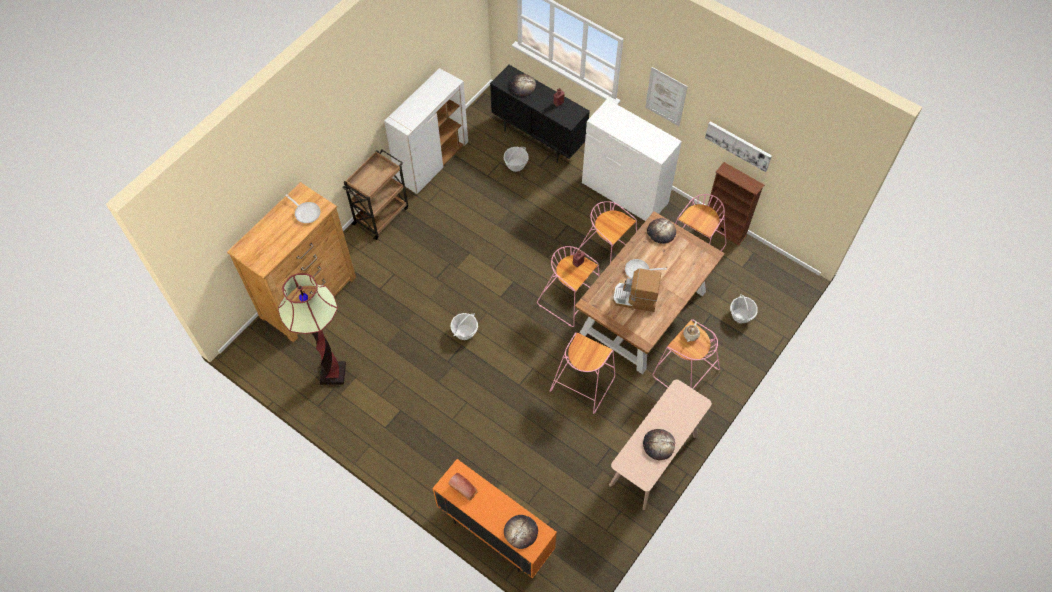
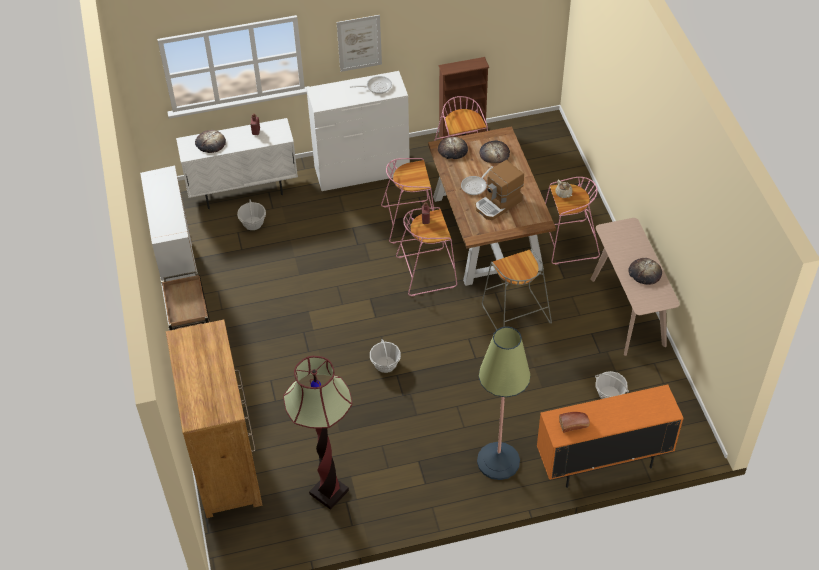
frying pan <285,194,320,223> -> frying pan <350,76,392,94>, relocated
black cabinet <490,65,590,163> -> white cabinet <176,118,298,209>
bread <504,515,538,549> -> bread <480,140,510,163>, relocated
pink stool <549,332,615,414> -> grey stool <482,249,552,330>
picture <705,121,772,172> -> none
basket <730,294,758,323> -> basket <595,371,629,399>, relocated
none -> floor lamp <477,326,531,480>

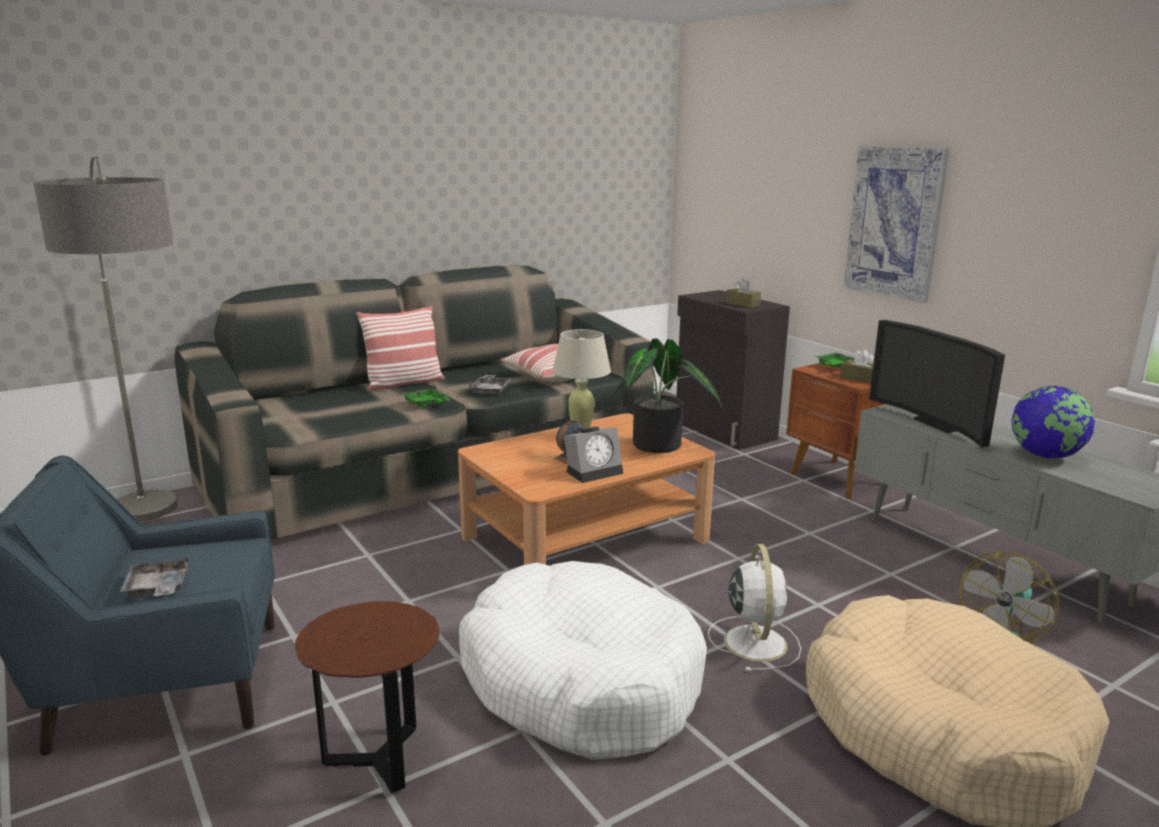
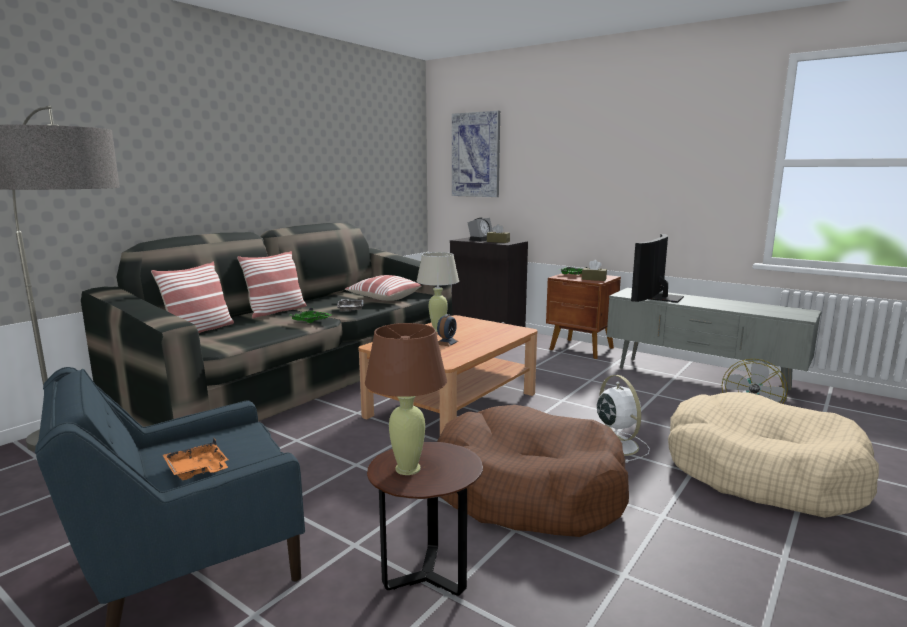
grey tray <120,555,188,598> -> orange tray <163,438,228,480>
white dog bed <459,561,707,760> -> brown dog bed <437,405,629,537>
alarm clock <564,427,623,483> -> alarm clock <467,217,493,242>, relocated
potted plant <615,338,723,453> -> none
picture <843,145,950,303> -> picture <452,111,500,197>, relocated
television <869,320,1005,447> -> television <631,234,684,303>, 75 degrees clockwise
globe <1011,386,1095,459> -> none
none -> pillow <151,262,234,333>
none -> brown table lamp <365,323,447,475>

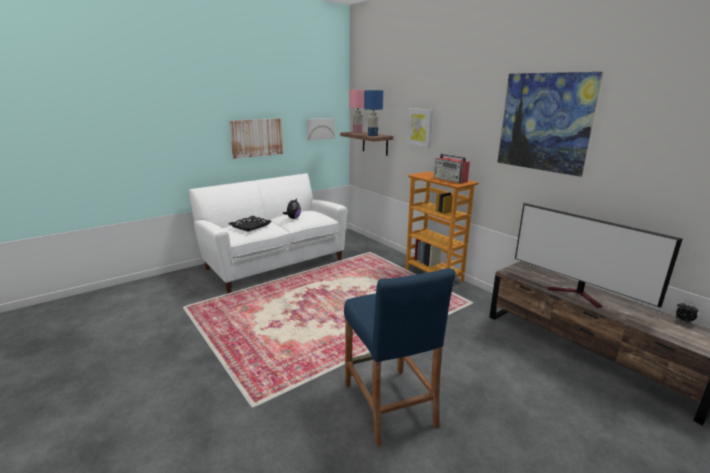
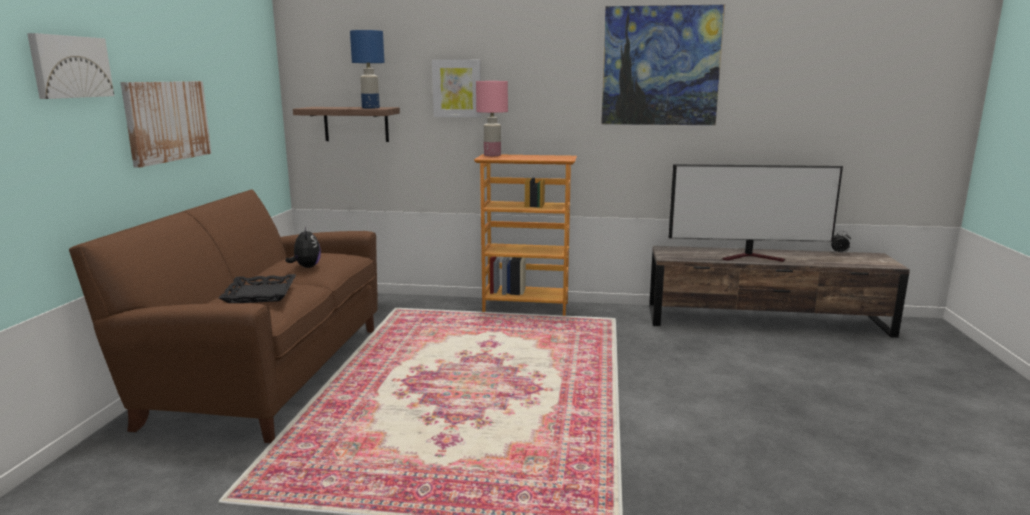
white sofa <188,173,347,293> -> brown sofa <69,189,378,443>
picture <307,118,335,141> -> picture <27,33,114,99>, relocated
blue stool <344,268,456,446> -> none
pink table lamp <349,90,364,133> -> pink table lamp <476,81,508,156>, relocated
radio <434,154,470,184> -> none

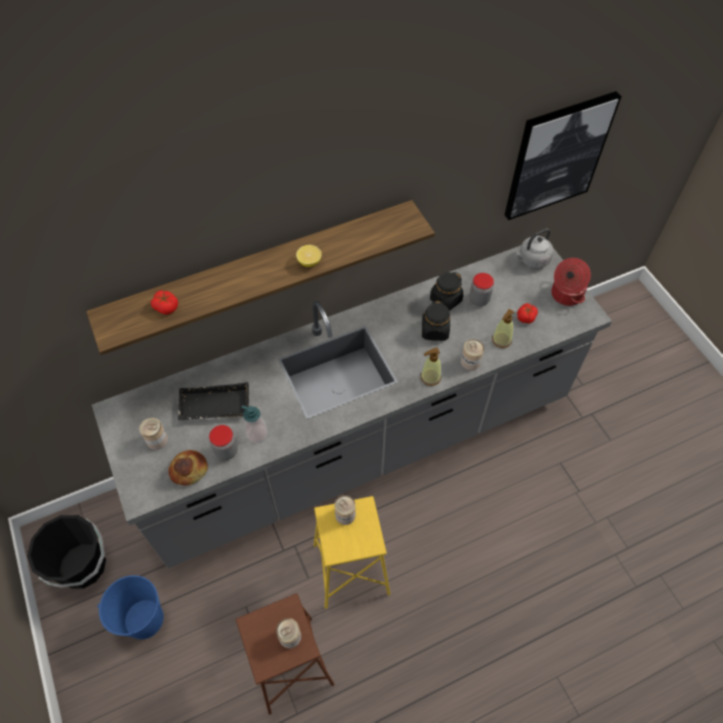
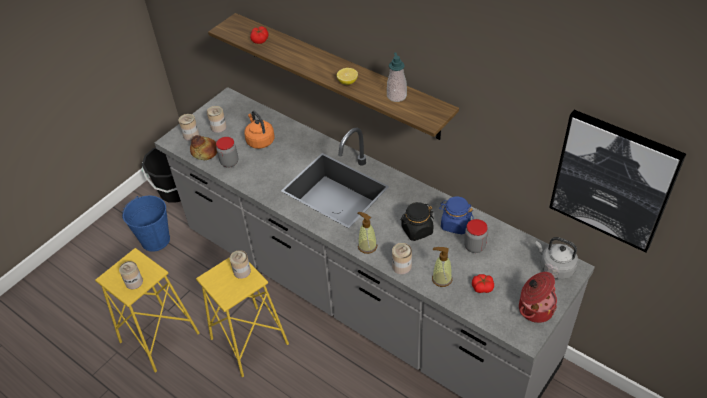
black tray <178,382,249,421> -> orange kettle <244,111,275,149>
brown stool <236,593,335,715> -> yellow stool <95,248,200,372>
soap dispenser <241,405,268,443> -> soap dispenser <387,52,407,102>, relocated
black jar <430,272,463,311> -> blue jar <439,196,474,234>
none -> can <178,114,199,141>

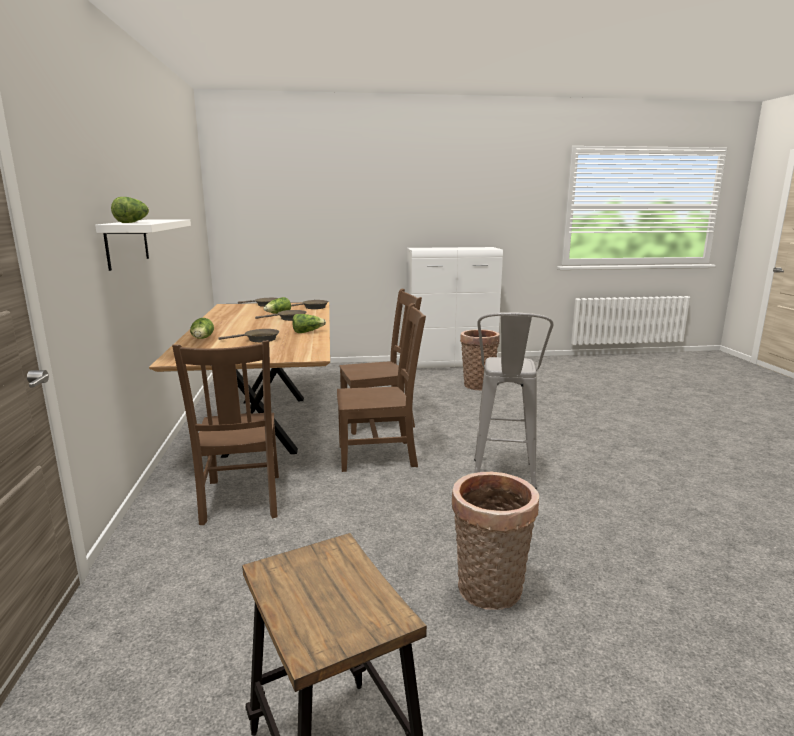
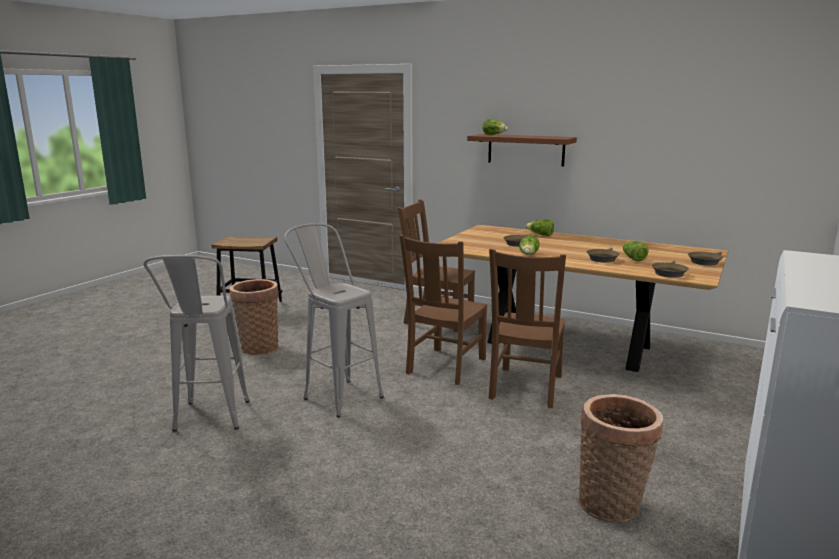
white shelf <95,219,191,271> -> brown shelf <467,134,577,167>
none -> grey stool <144,255,249,432>

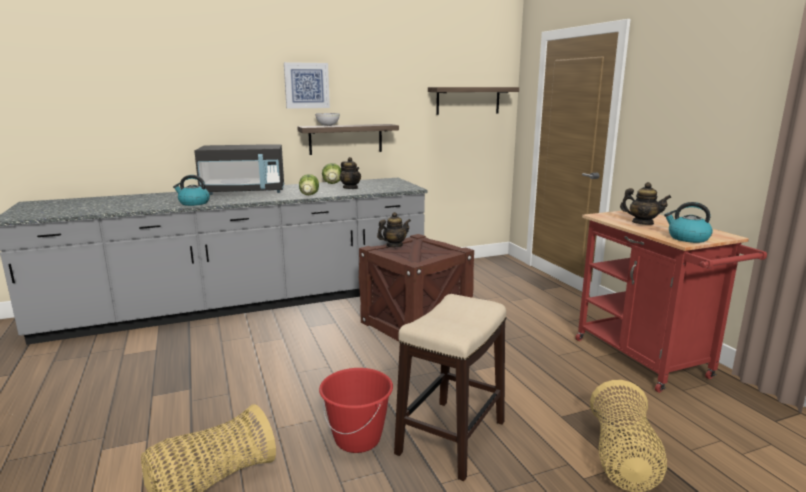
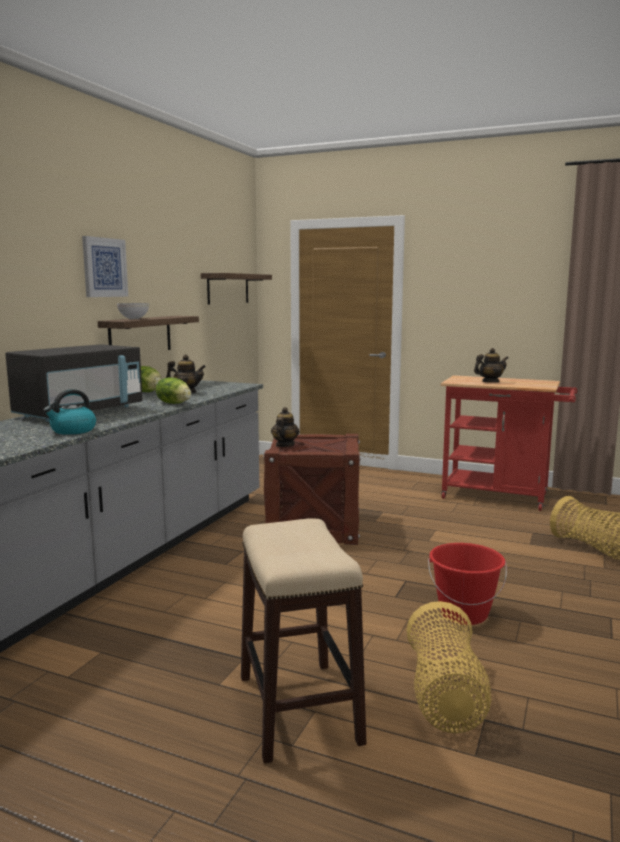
stool <394,294,507,481> -> stool <241,518,367,763>, relocated
kettle <664,202,713,243> -> none

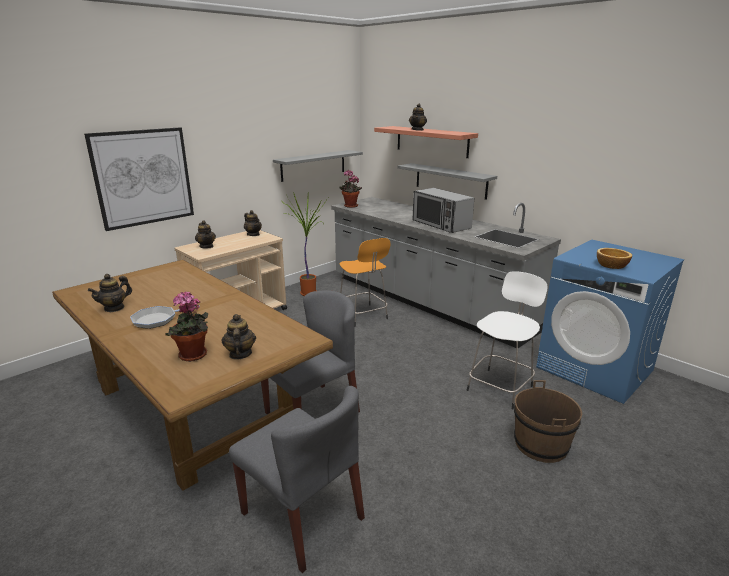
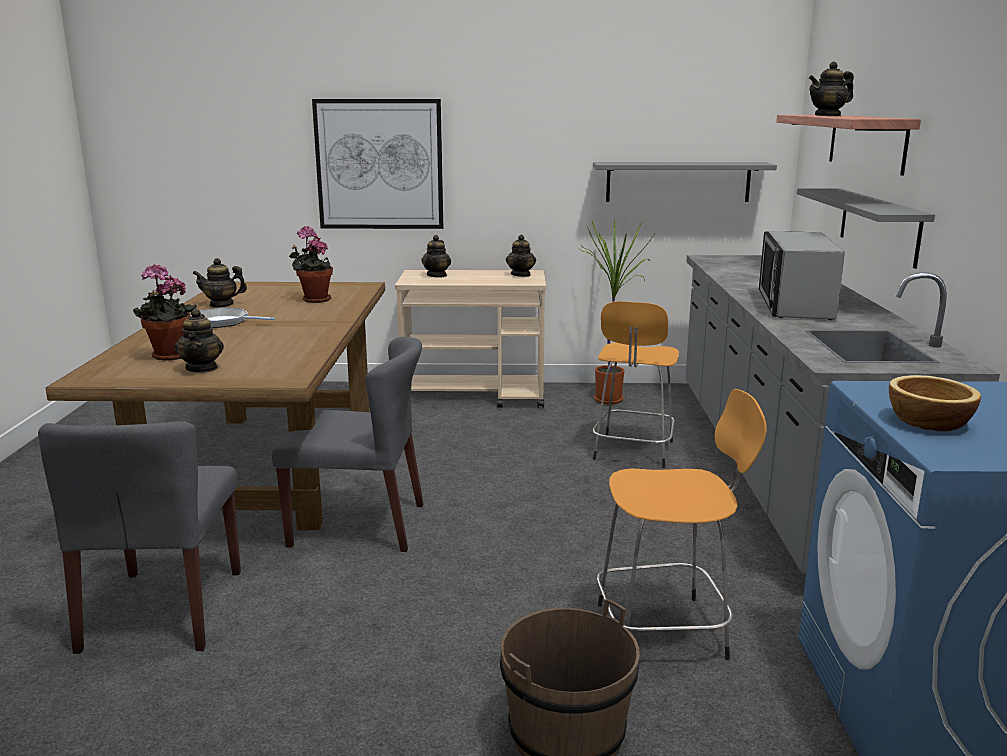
teapot <221,314,256,360> -> teapot <175,309,224,373>, 135 degrees clockwise
potted plant <339,170,362,208> -> potted plant <289,226,333,303>, relocated
white stool <467,271,548,409> -> orange stool <597,389,767,660>

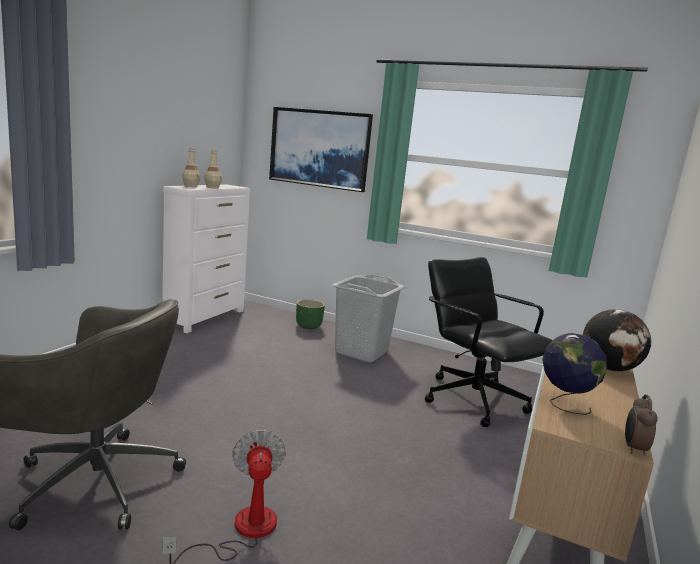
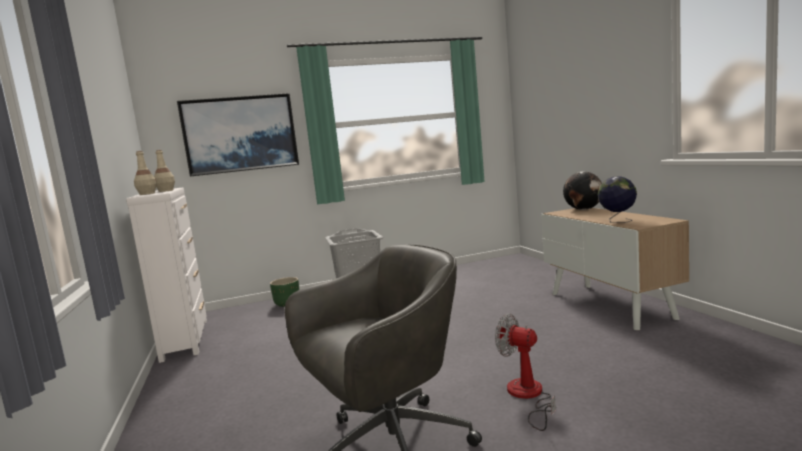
black office chair <425,257,553,427> -> none
alarm clock <625,394,658,455> -> none

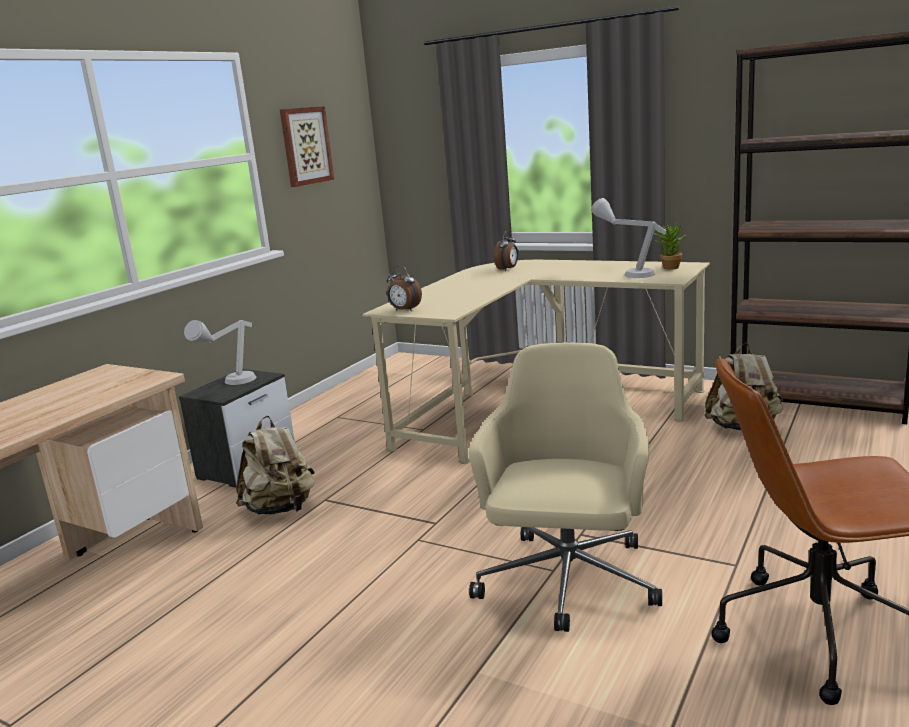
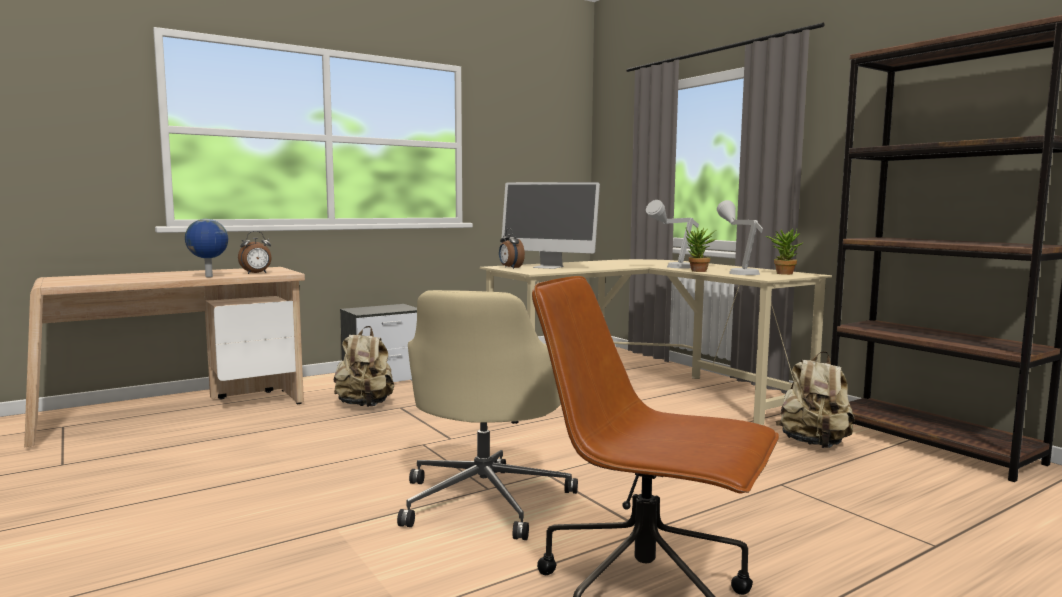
grey table lamp <184,320,256,385> -> grey table lamp <646,200,699,268>, relocated
picture <280,106,334,187> -> none
beige office chair <468,342,662,632> -> beige office chair <397,290,578,540>, 150 degrees clockwise
alarm clock <494,231,518,271> -> alarm clock <238,231,272,274>, relocated
none -> globe <185,219,228,277>
none -> monitor <502,182,600,269>
none -> potted plant <686,227,716,272>

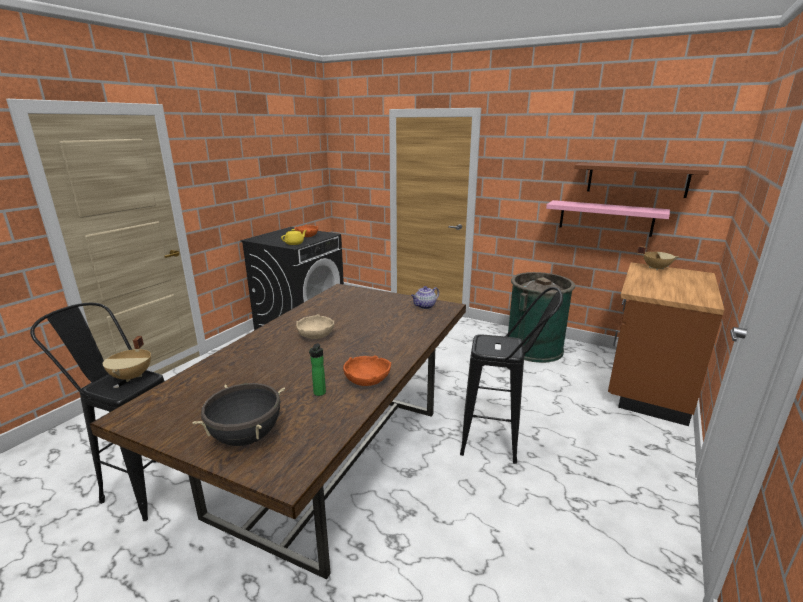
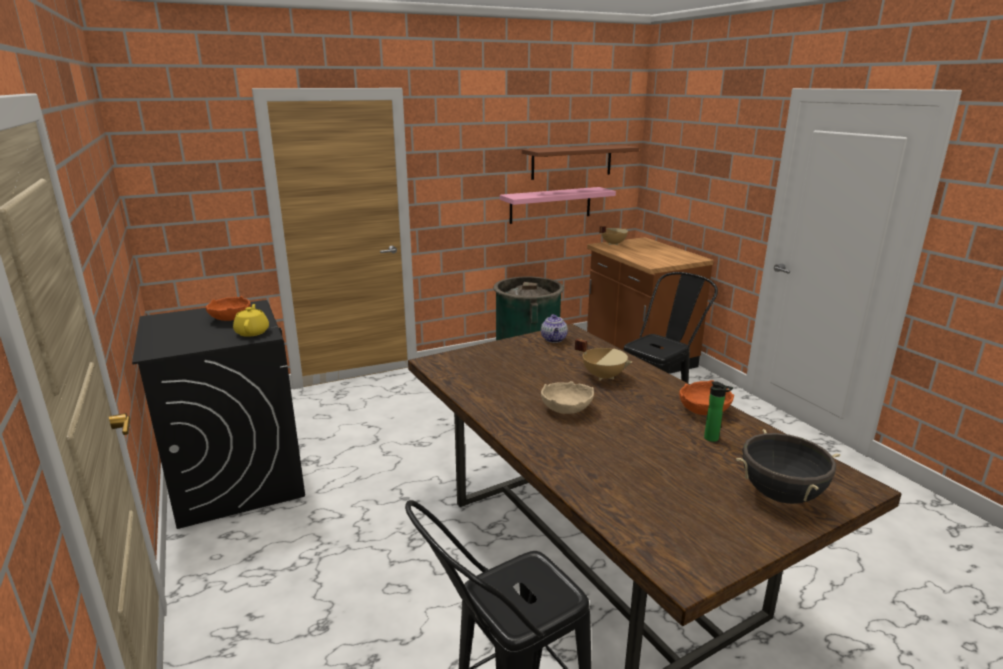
beige cooking pot <103,336,151,382> -> beige cooking pot <575,339,632,381>, relocated

